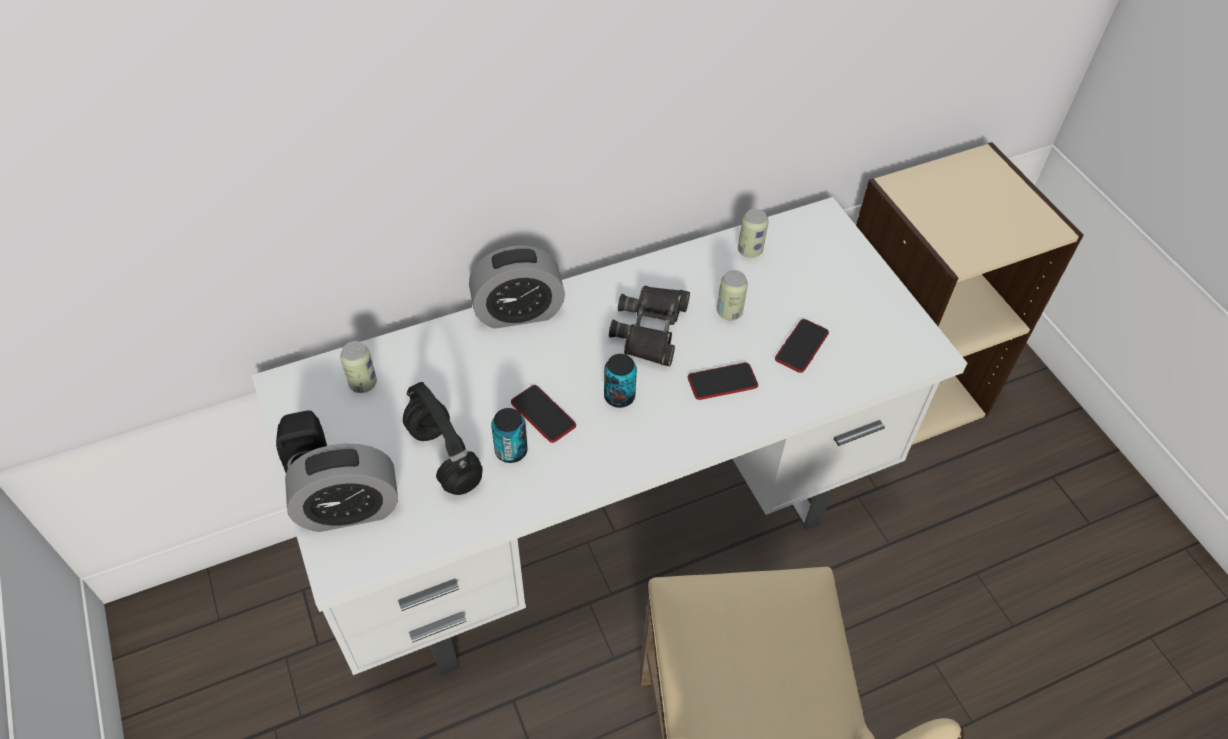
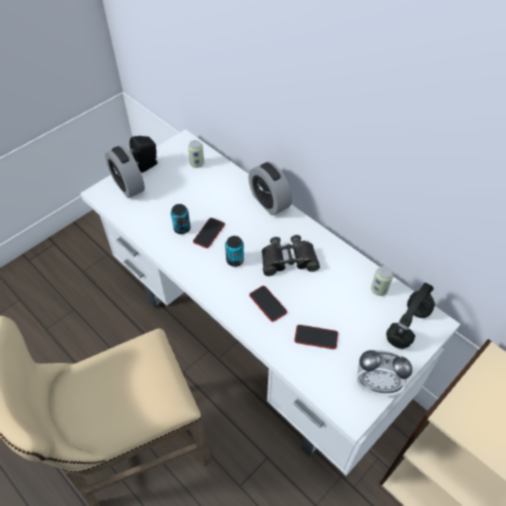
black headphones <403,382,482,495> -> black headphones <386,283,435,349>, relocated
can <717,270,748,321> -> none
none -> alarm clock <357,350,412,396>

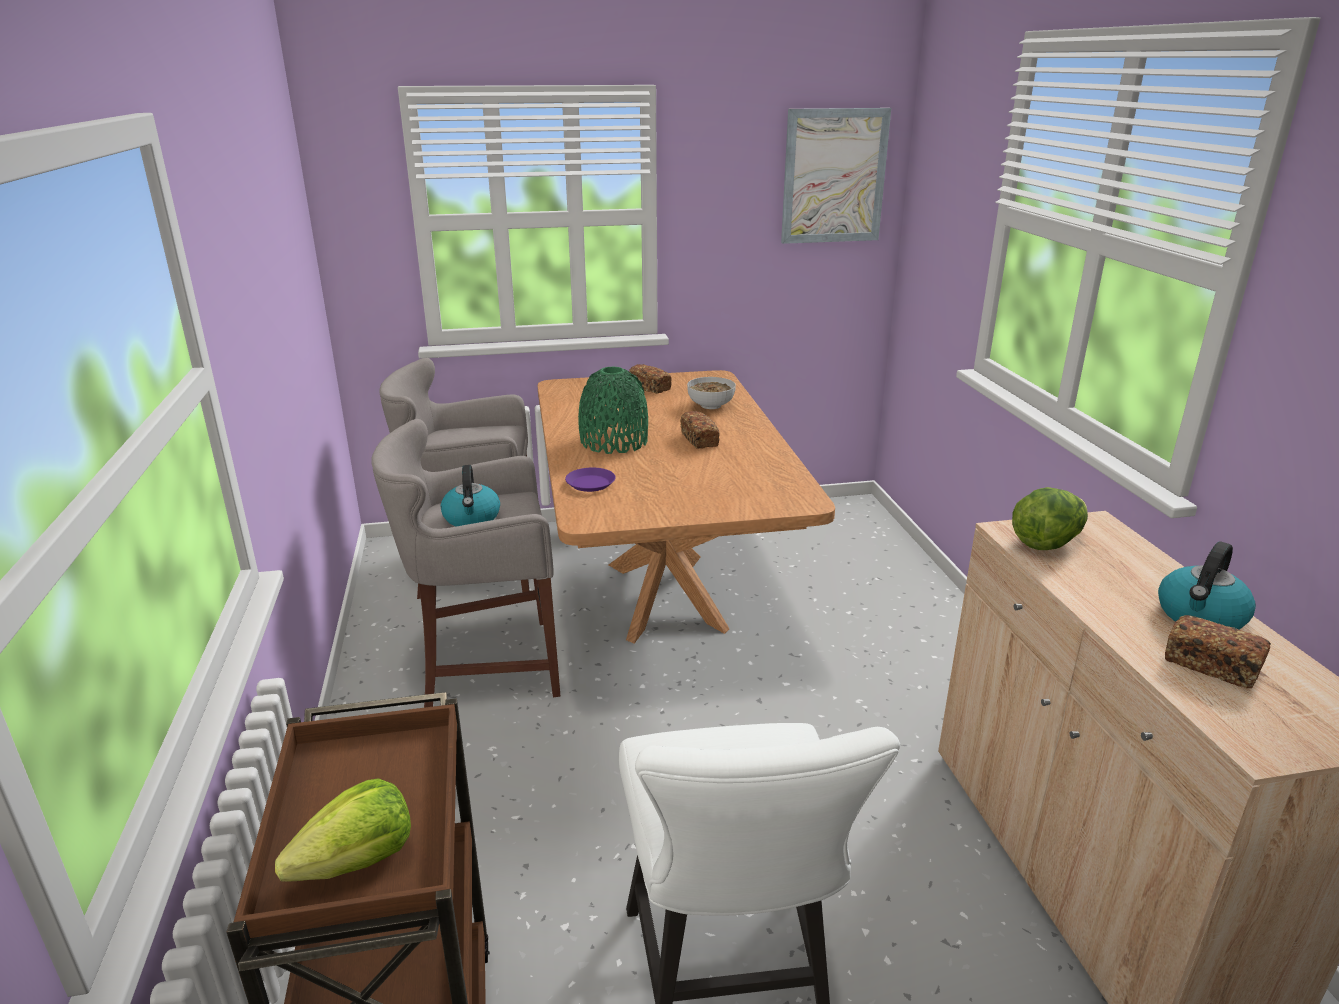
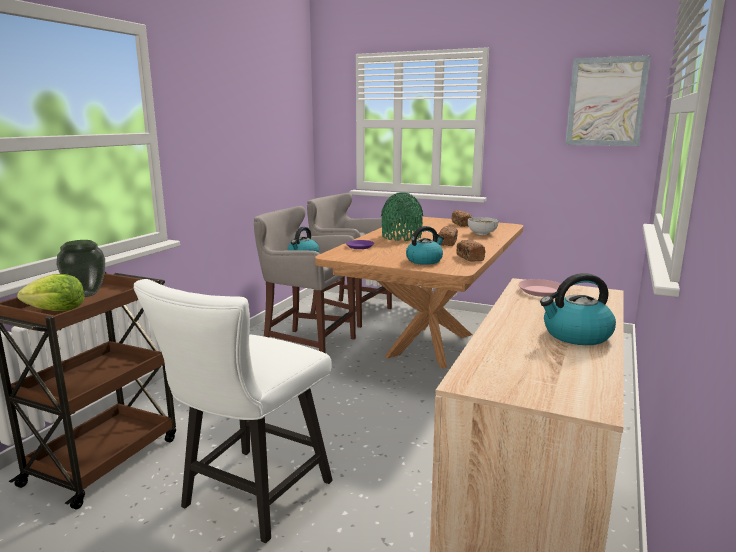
lettuce <1012,487,1088,550> -> pink plate <518,279,561,297>
bread <1165,615,1271,689> -> bread <456,240,486,262>, relocated
none -> vase <56,240,105,297>
none -> kettle <406,226,444,265>

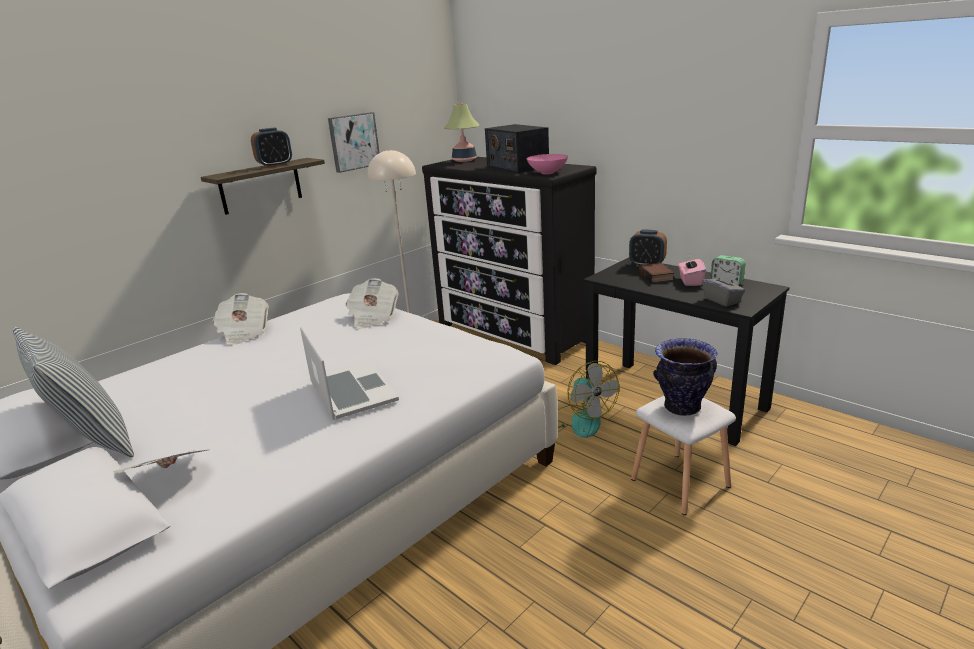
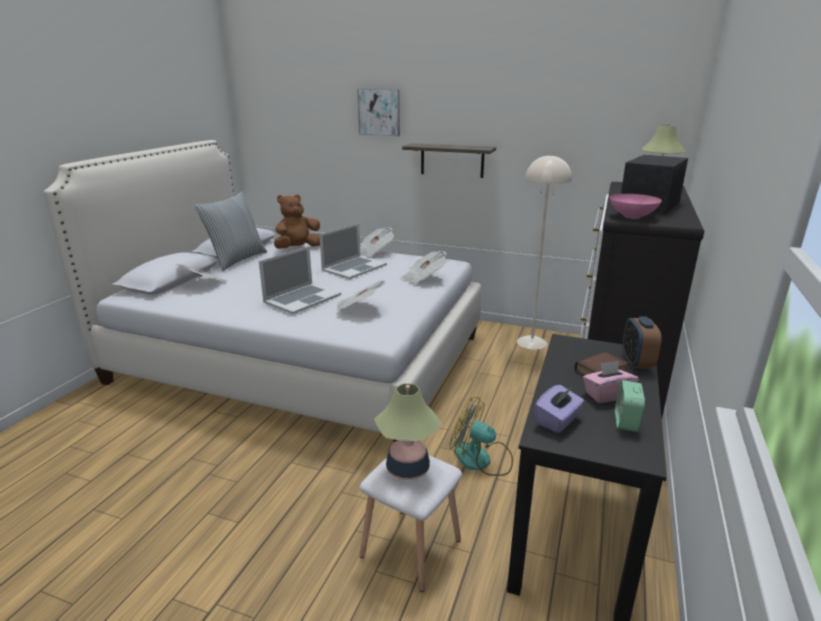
alarm clock <251,128,292,168> -> none
picture <328,112,379,173> -> picture <357,89,400,136>, relocated
fan <558,361,619,438> -> fan <450,397,513,476>, 75 degrees clockwise
vase <653,338,718,416> -> table lamp <374,383,442,480>
grey tissue box <702,271,745,307> -> purple tissue box <535,385,584,433>
none -> brown plush toy <274,194,320,249>
none -> laptop <319,223,387,279>
none -> newspaper <337,280,385,311>

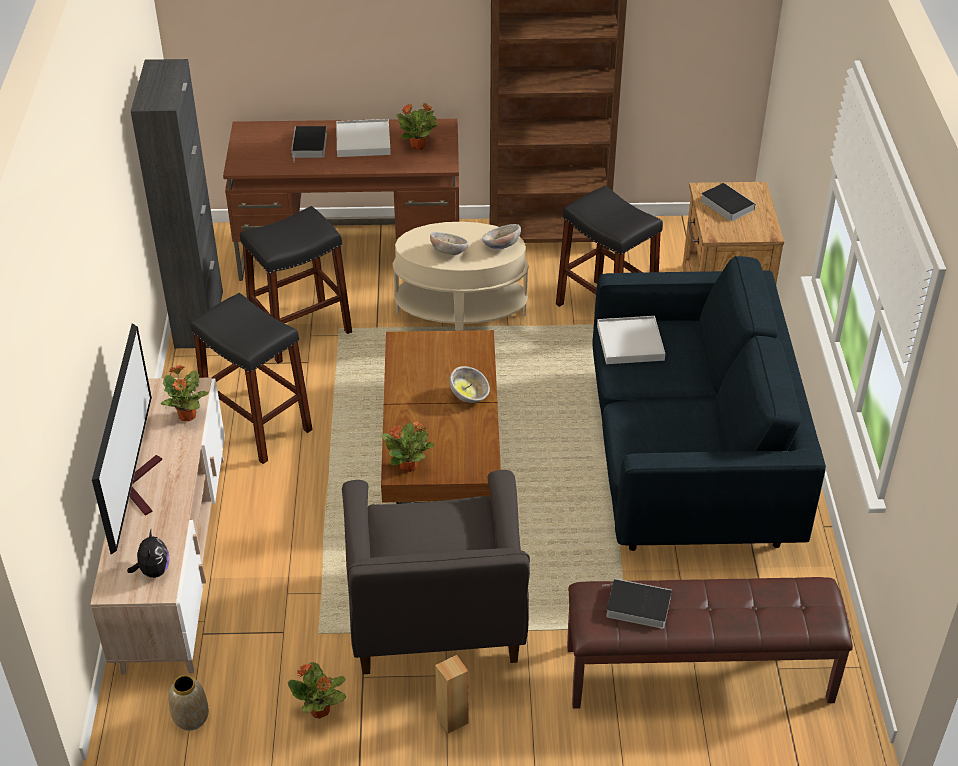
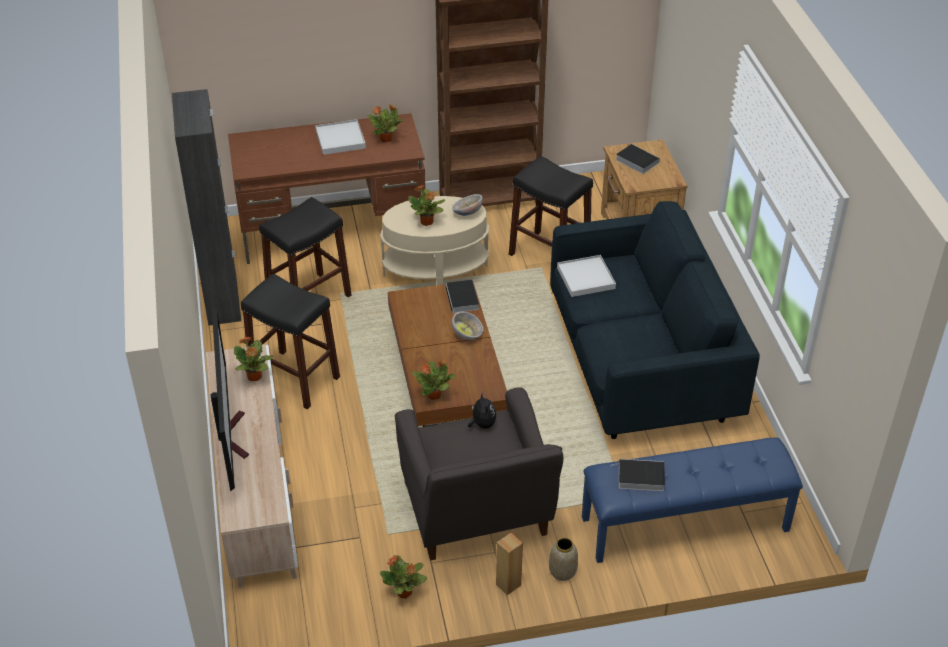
plush toy <127,530,169,578> -> plush toy <468,392,496,429>, relocated
vase <168,675,209,731> -> vase <549,538,578,581>, relocated
book <291,126,327,163> -> book <446,280,479,313>, relocated
bowl <430,232,469,255> -> potted plant <408,185,445,226>
brown bench <567,577,853,709> -> blue bench <582,437,803,563>

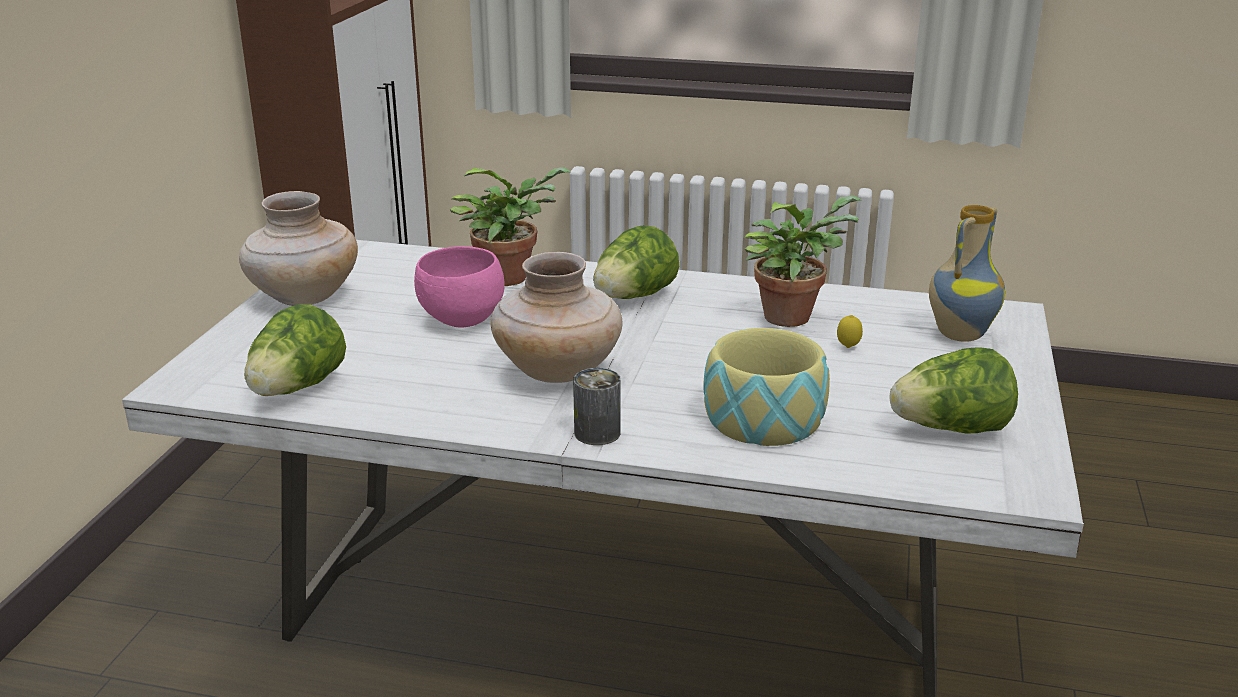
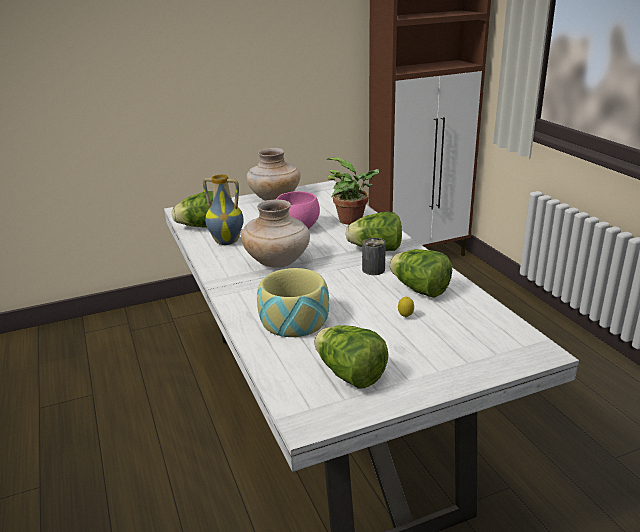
can <573,368,621,445> -> can <362,238,386,275>, relocated
potted plant <745,195,861,327> -> lettuce <389,249,452,298>
vase <929,205,1005,342> -> vase <203,174,244,245>, relocated

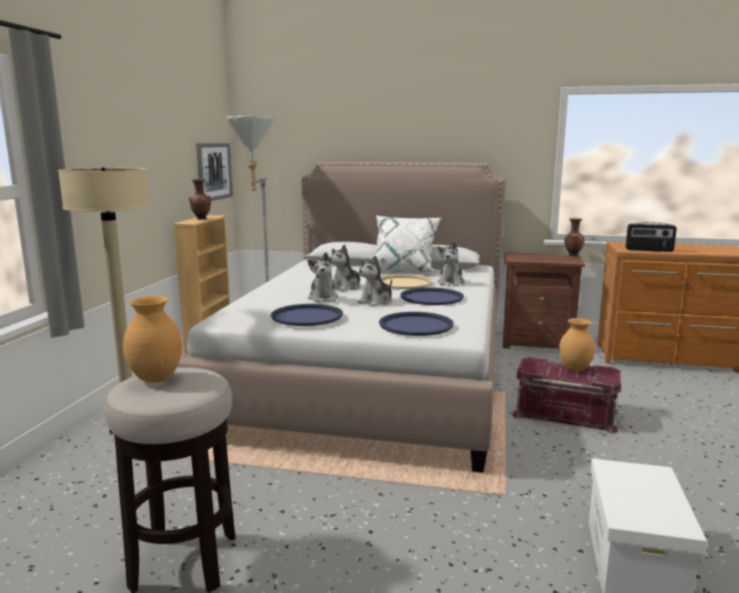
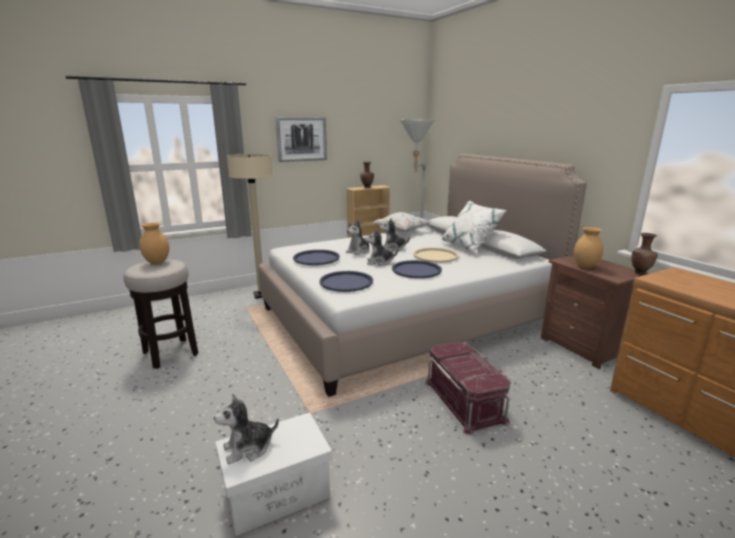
picture <196,143,233,201> -> picture <276,117,327,162>, relocated
plush toy <438,241,465,286> -> plush toy <214,394,279,464>, relocated
brown vase <559,318,595,371> -> brown vase <574,227,603,268>, relocated
radio <626,222,677,252> -> none
none -> white pillow <373,212,430,232>

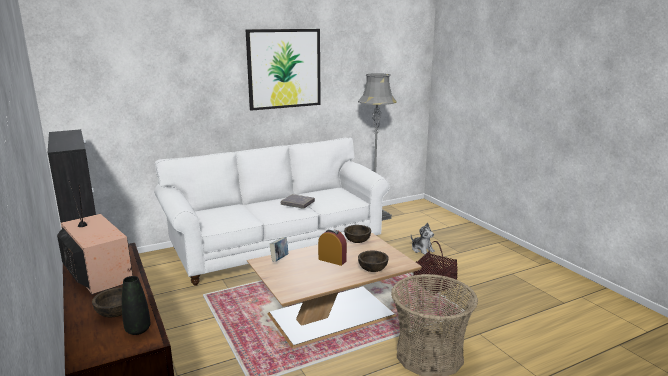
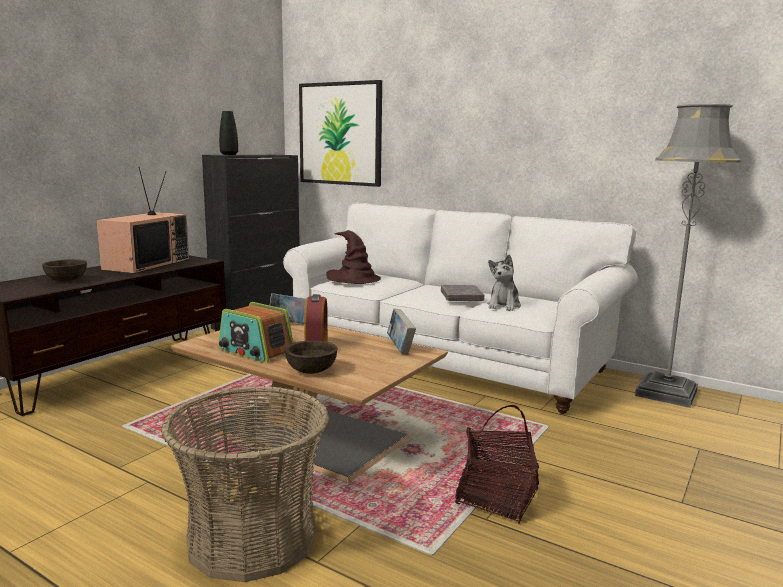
black vase <122,276,151,335> -> black vase <219,111,238,155>, relocated
picture <246,29,321,111> -> picture <299,80,382,187>, relocated
brown bowl <344,225,371,243> -> book <387,309,416,354>
plush toy <411,222,435,255> -> plush toy <487,254,521,311>, relocated
none -> radio <218,302,293,363>
none -> brown hat <326,230,381,284>

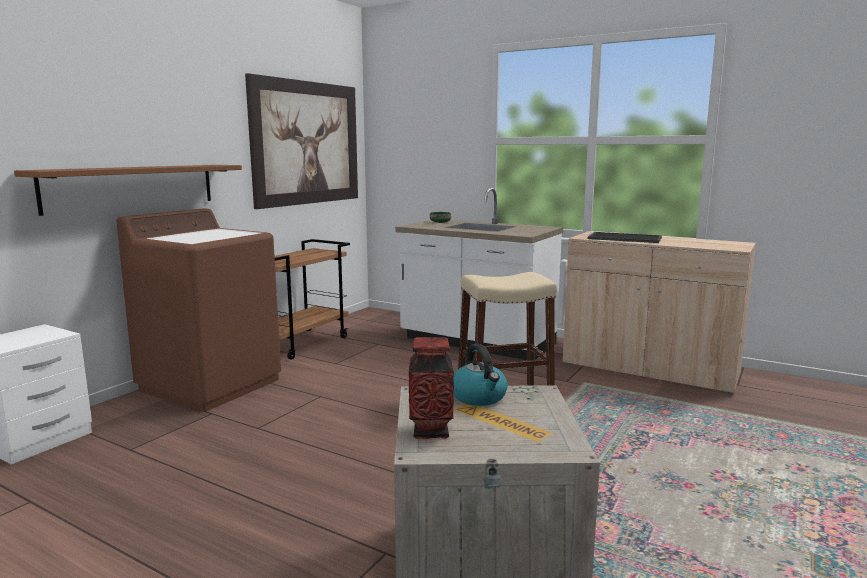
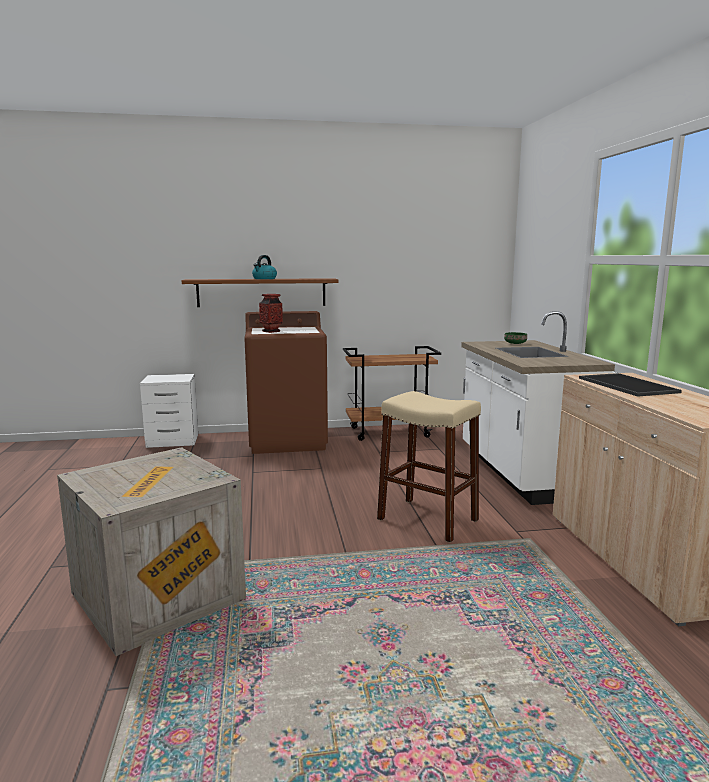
picture <245,73,358,209> -> none
vase <409,337,454,439> -> vase <259,294,283,333>, relocated
kettle <454,344,508,406> -> kettle <252,255,277,279>, relocated

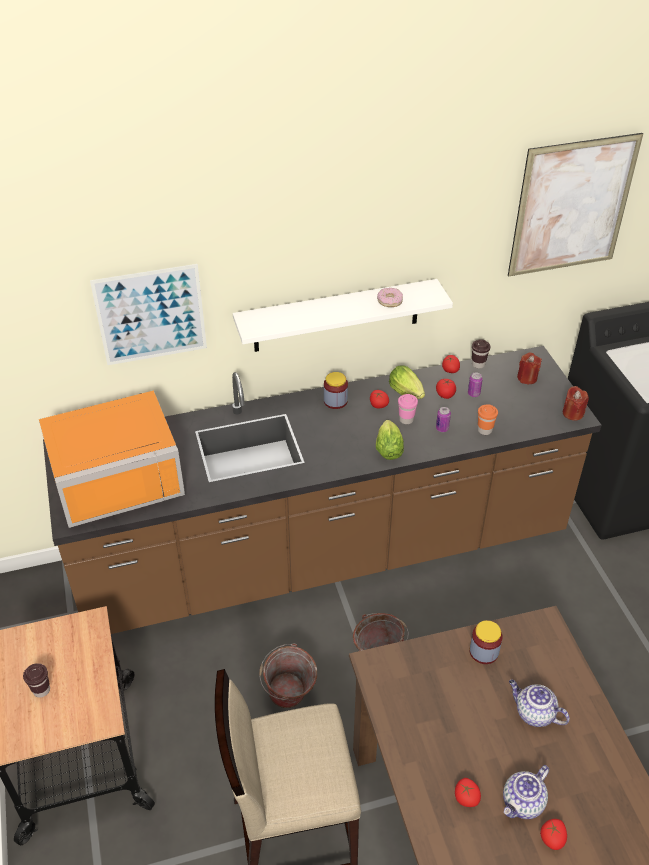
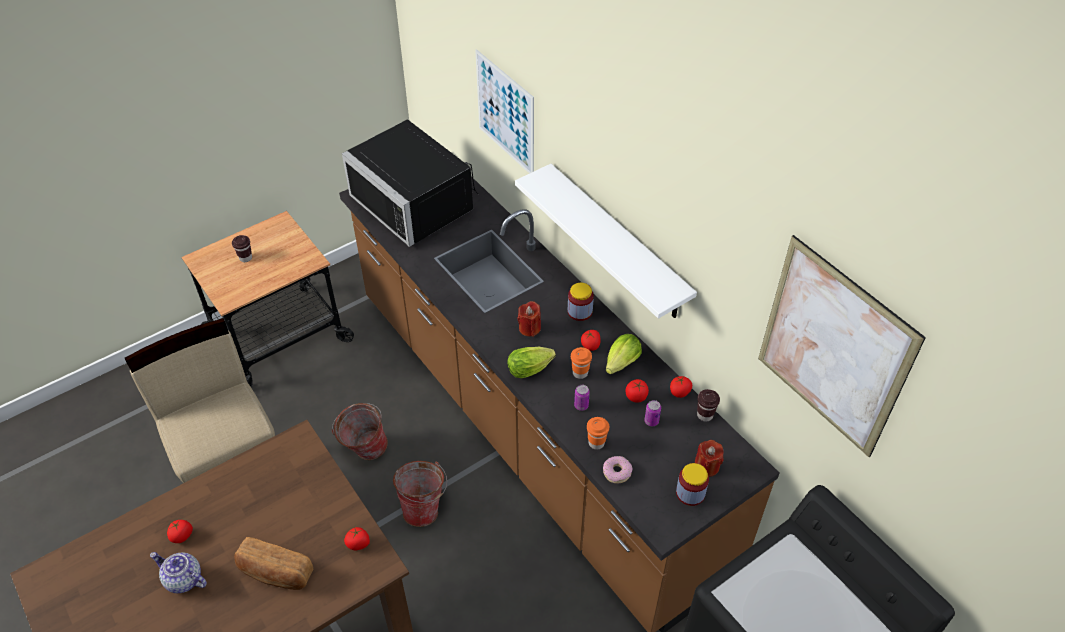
orange microwave <39,390,185,528> -> black microwave <342,119,479,247>
donut <377,288,403,307> -> donut <603,456,633,484>, relocated
pink cup <398,394,418,424> -> orange cup <571,347,592,379>
jar <470,620,503,664> -> jar <676,463,709,506>, relocated
teapot <509,680,570,727> -> bread <234,537,313,590>
tomato <540,819,567,850> -> tomato <344,527,370,550>, relocated
red candle <563,386,589,421> -> red candle <518,301,541,337>, relocated

